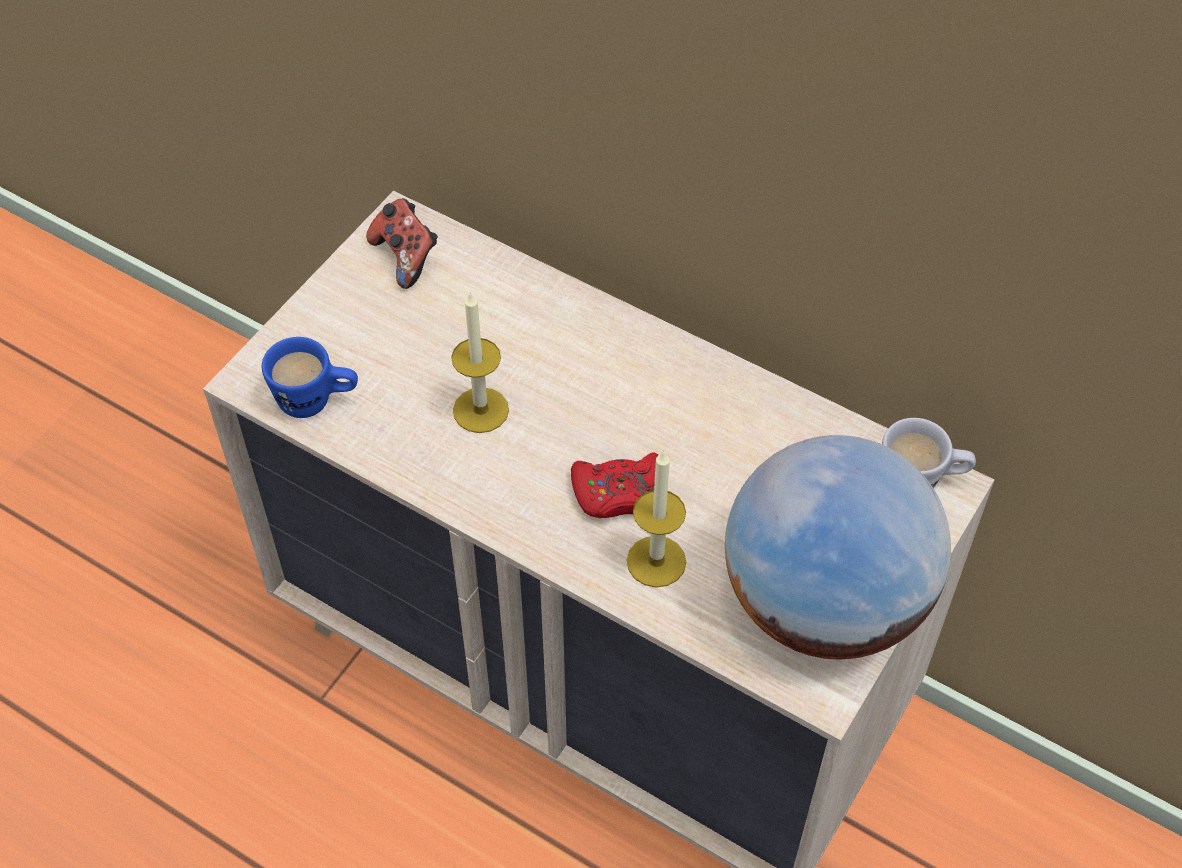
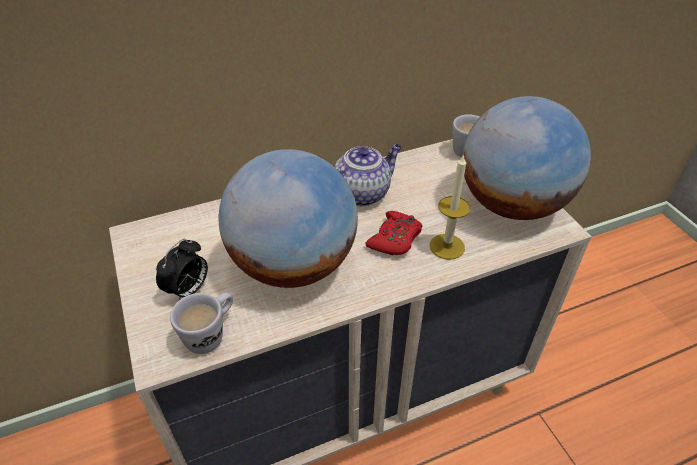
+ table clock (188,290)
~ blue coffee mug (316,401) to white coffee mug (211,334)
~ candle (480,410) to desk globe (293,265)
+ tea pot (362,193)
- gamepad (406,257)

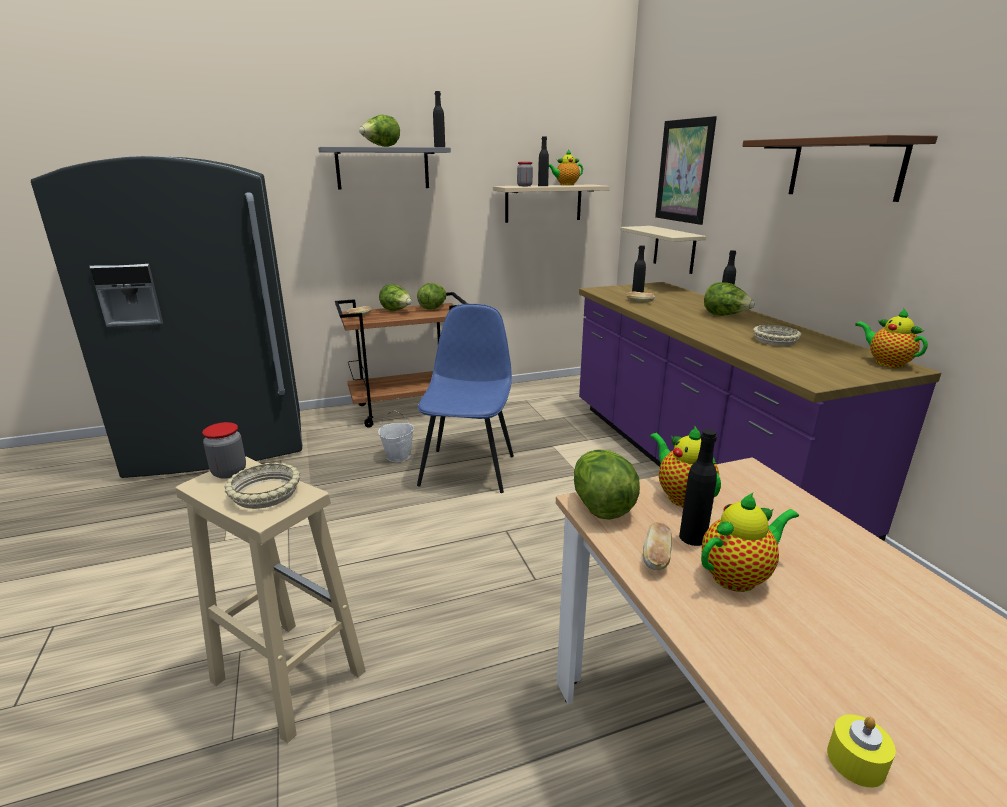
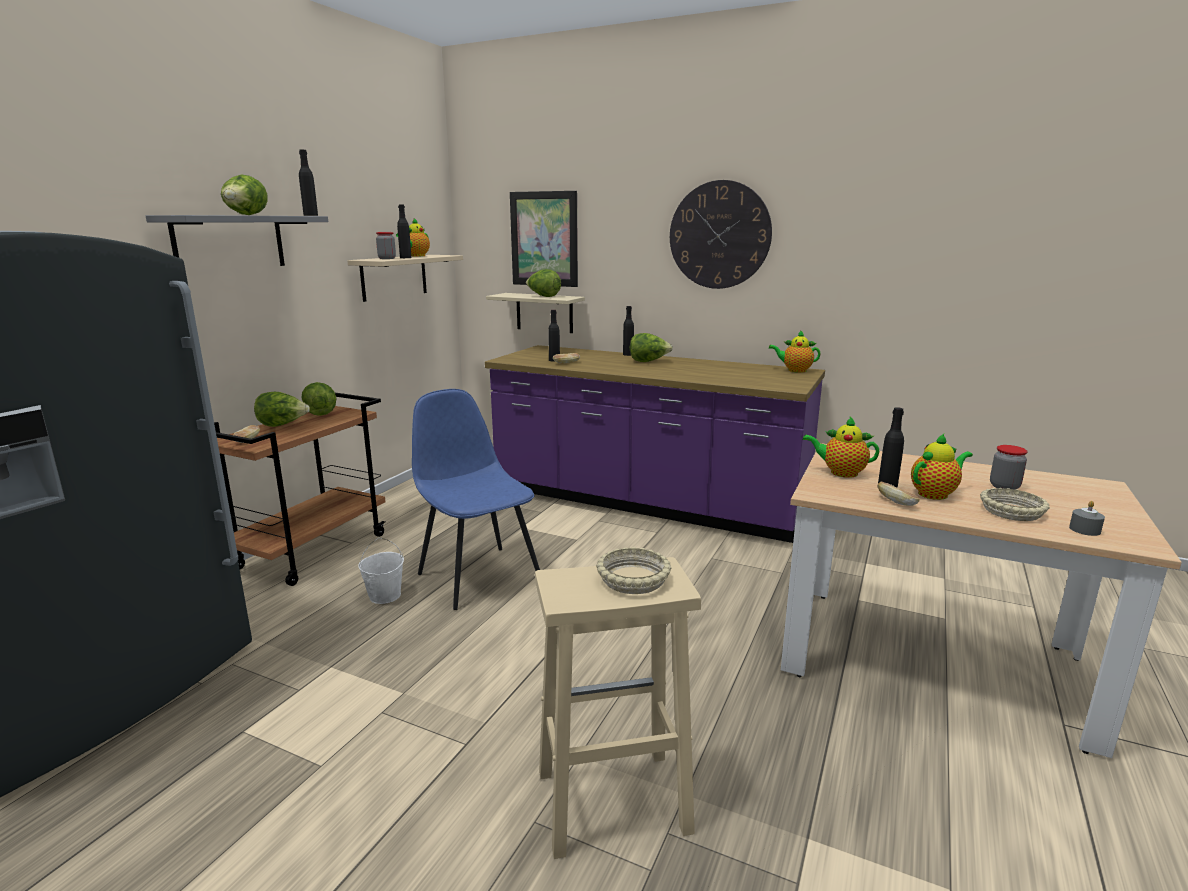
~ lettuce head (601,505) to (543,296)
~ brownish bracket shelf (845,168) to hanging clock (719,235)
~ tea pot (738,576) = (935,494) 45 degrees clockwise
~ beige-coloured serving bowl (775,340) to (1012,511)
~ storage jar (229,472) to (1004,486)
~ yellow candle (856,761) to grey candle (1084,530)

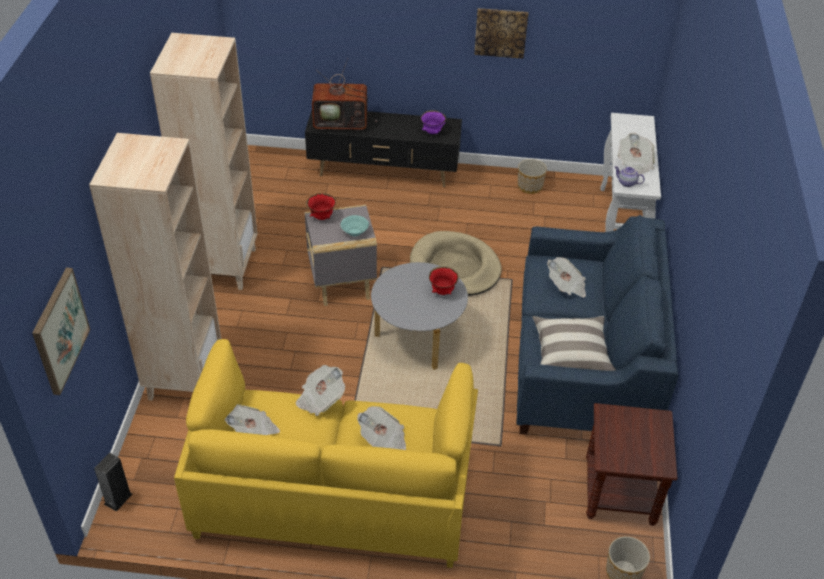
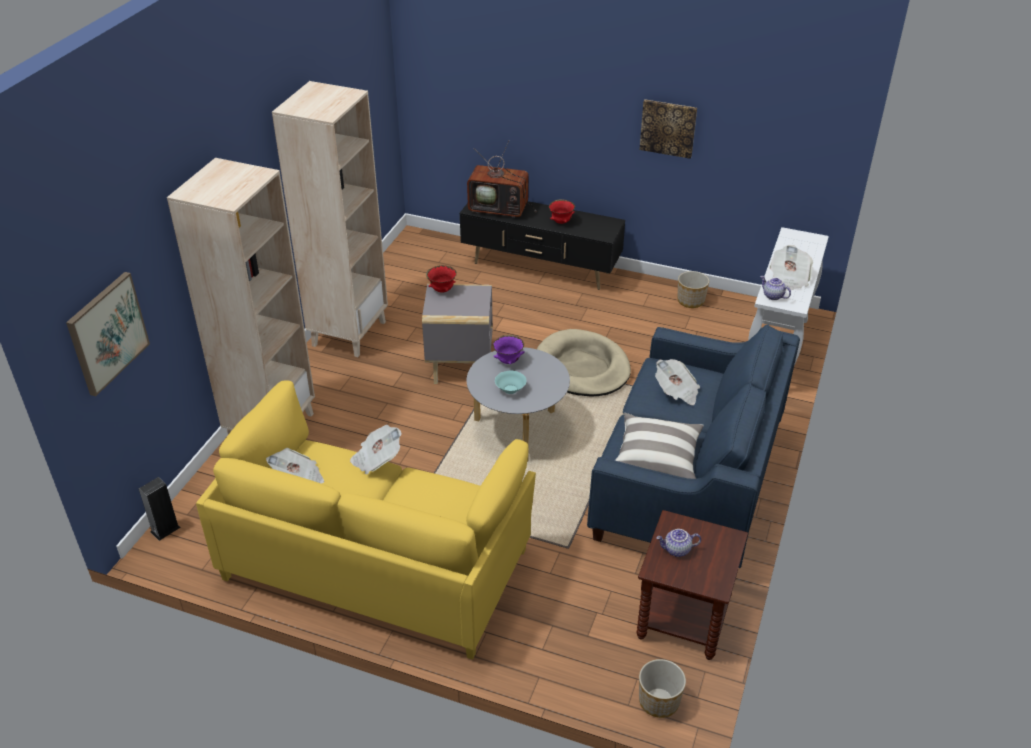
~ purple-coloured serving bowl (432,132) to (508,361)
~ turquoise-coloured serving bowl (355,232) to (511,389)
~ red serving bowl (443,291) to (561,222)
+ tea pot (677,550)
- daily paper (383,439)

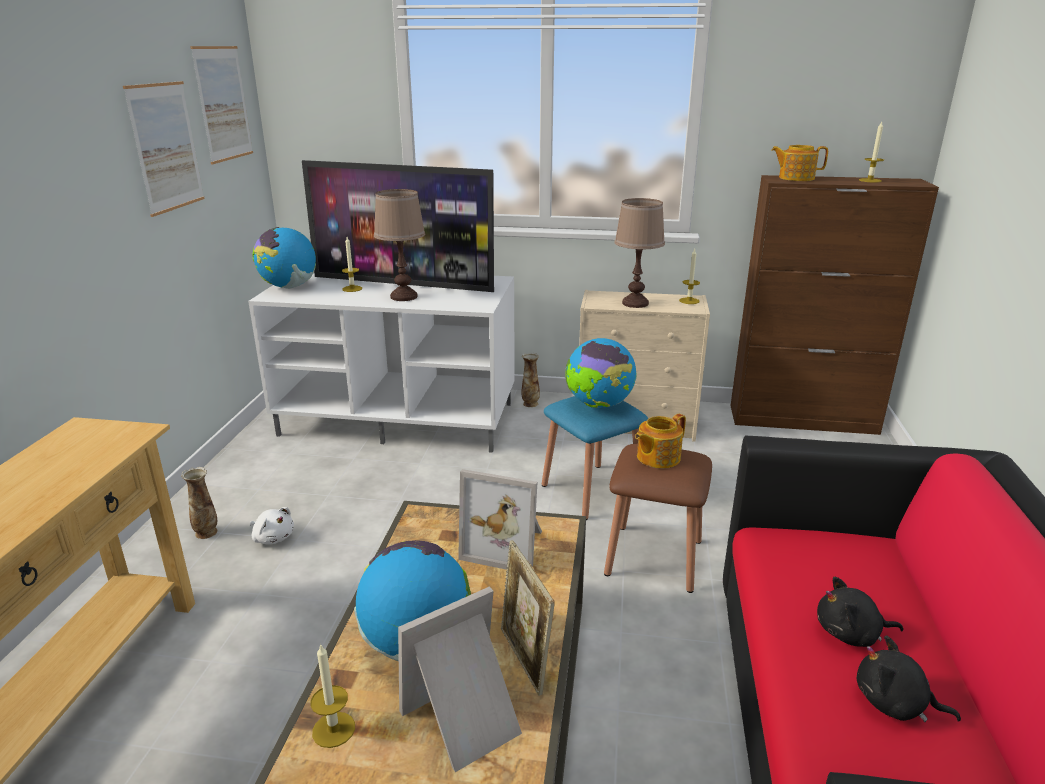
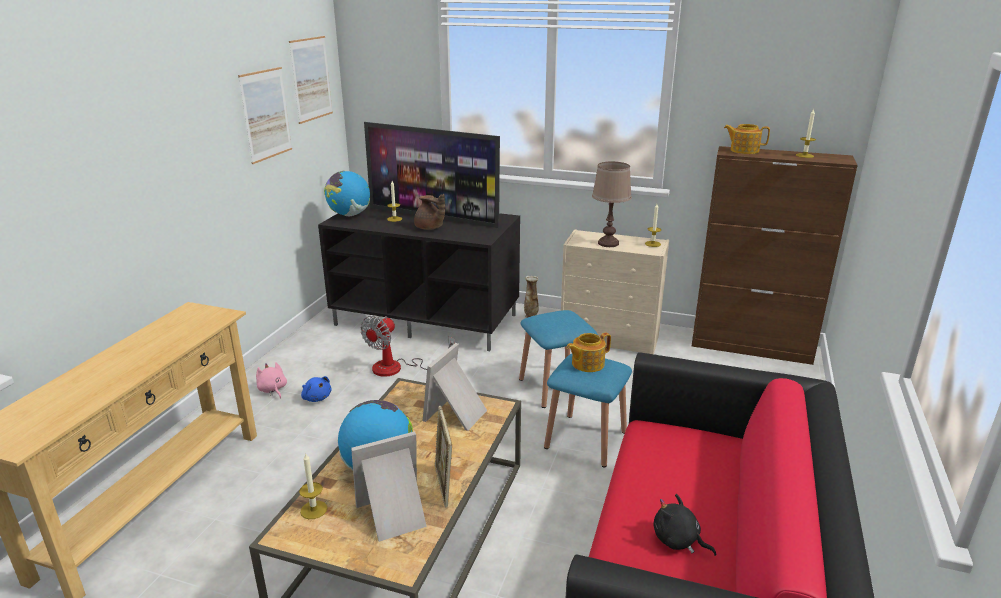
~ flower vase (206,533) to pinkish cuddly toy (272,390)
~ white cuddly toy (273,537) to blue cuddly toy (316,397)
~ white tv unit (400,418) to blackish tv unit (427,319)
+ electric fan (398,368)
~ brownish tabletop lamp (404,297) to brownish tea pot (430,228)
~ standing frame (506,545) = (457,414) 90 degrees clockwise
~ brownish stool (654,557) to blue stool (586,439)
- desk globe (599,405)
- blackish cuddly toy (851,634)

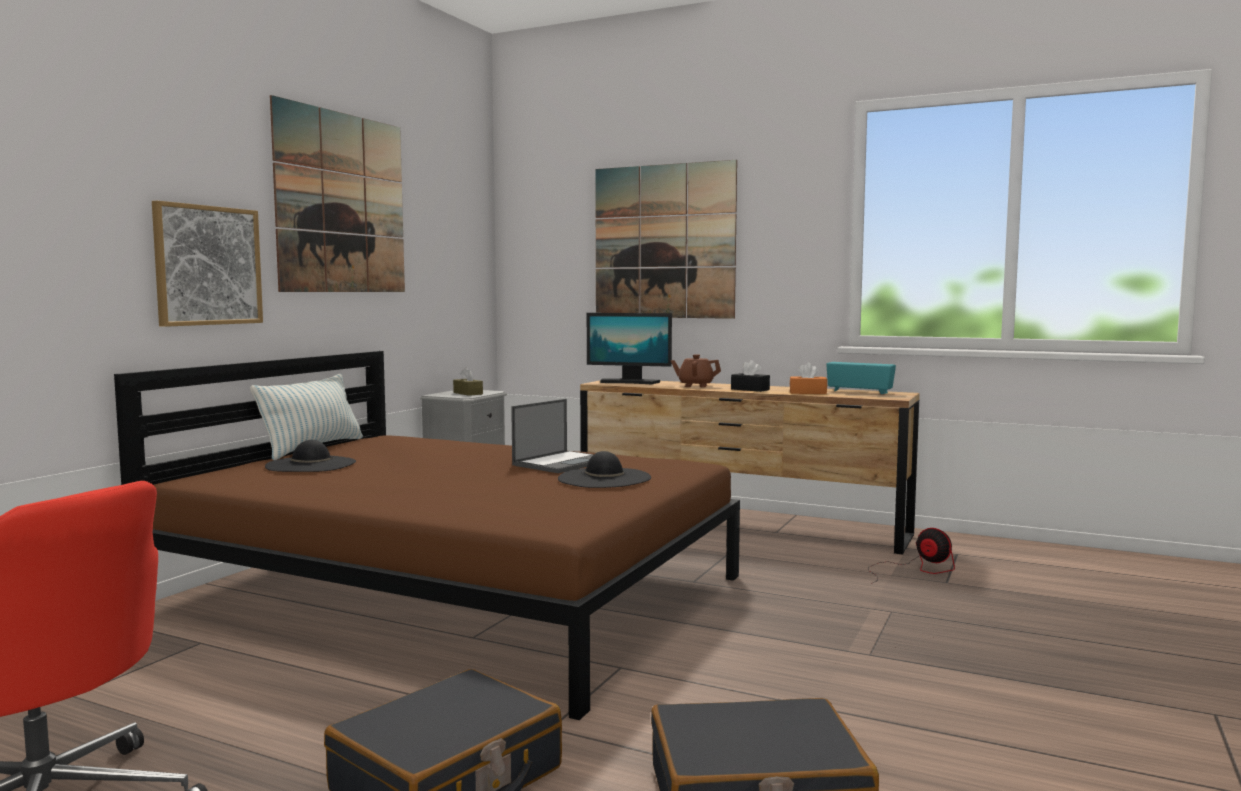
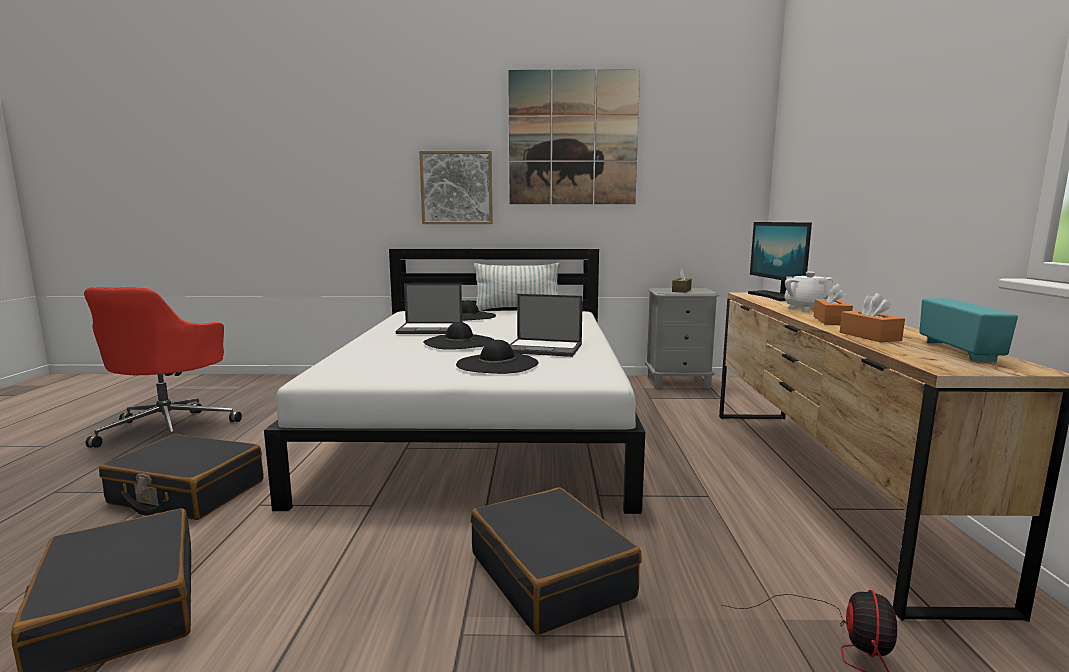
~ brownish sleeping bed (453,593) to white sleeping bed (483,423)
+ laptop (431,329)
+ blackish hat (459,342)
+ blackish piece of luggage (551,575)
~ brownish tea pot (695,386) to white tea pot (806,309)
~ blackish tissue box (750,389) to orange-coloured tissue box (831,321)
- wall art (664,241)

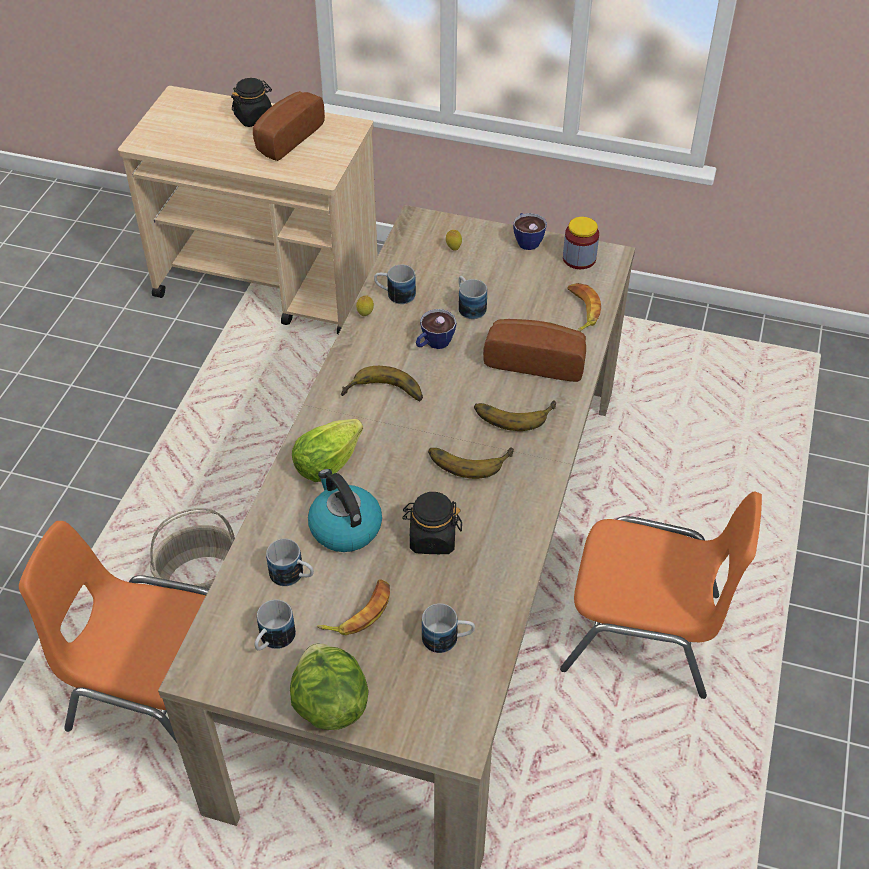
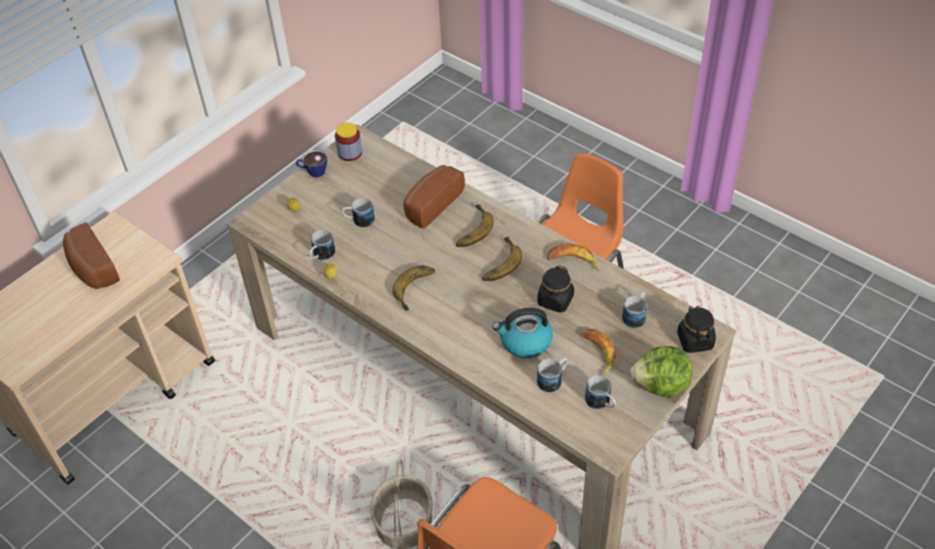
~ banana fruit (581,310) to (572,261)
~ blackish storage jar (254,118) to (695,340)
- lettuce head (327,464)
- small cup (433,344)

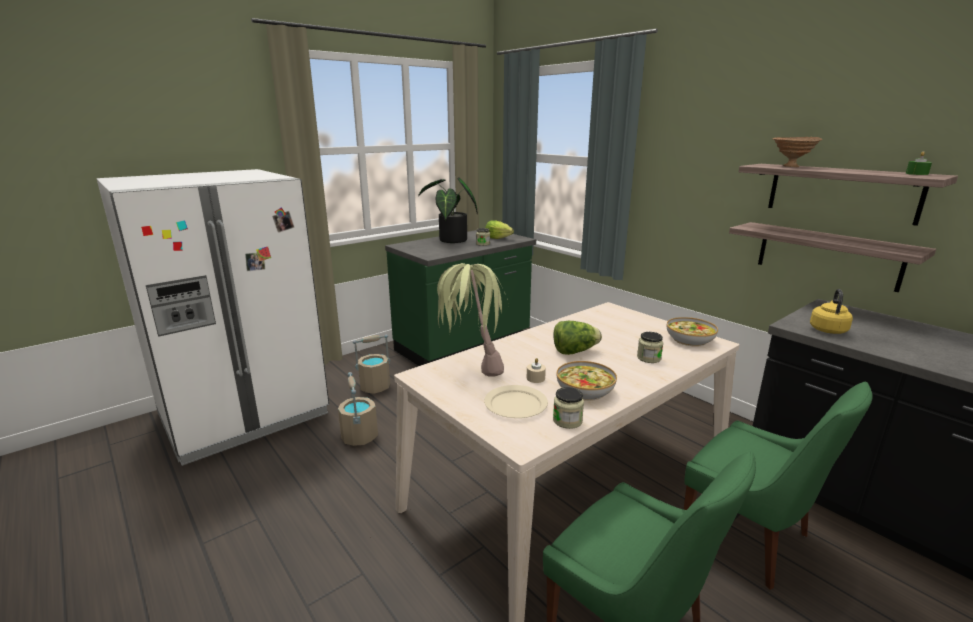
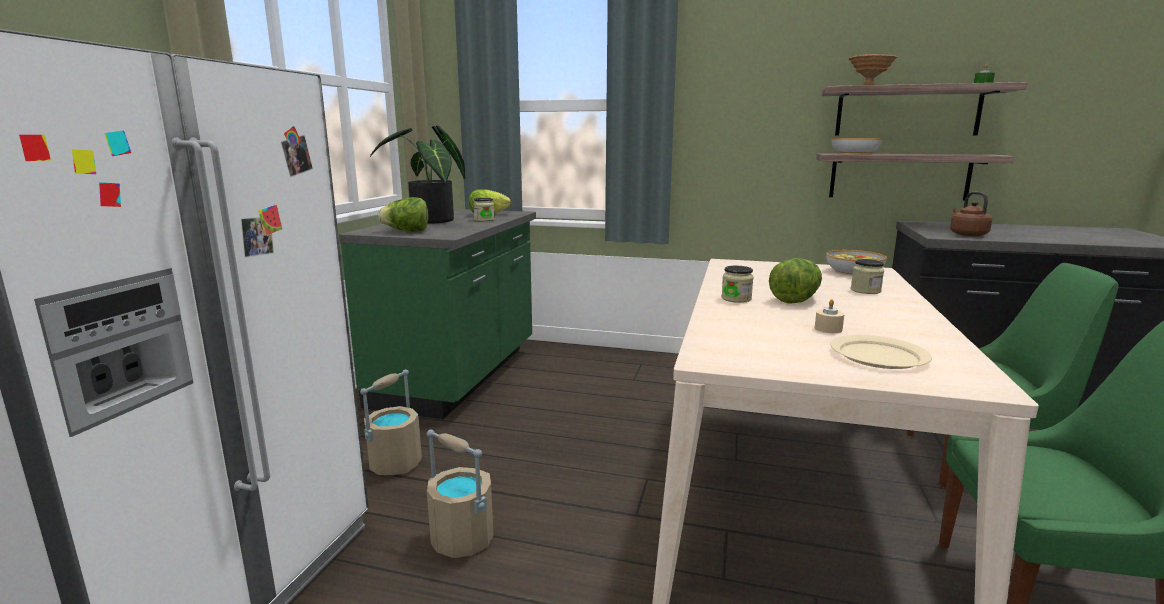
+ lettuce head (407,231)
~ storage jar (567,420) to (736,299)
~ serving bowl (584,390) to (854,153)
~ yellow tea kettle (827,329) to brownish tea kettle (967,234)
- houseplant (471,367)

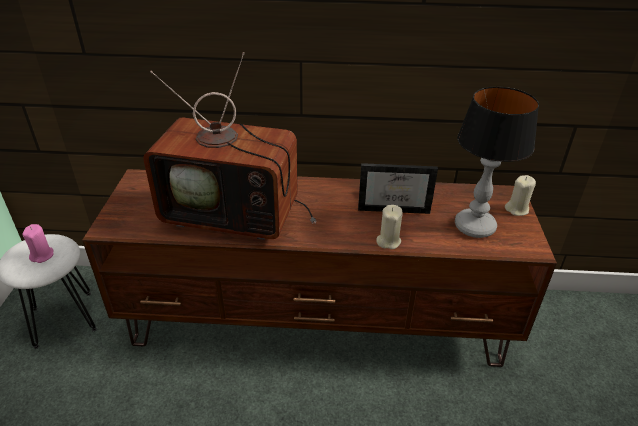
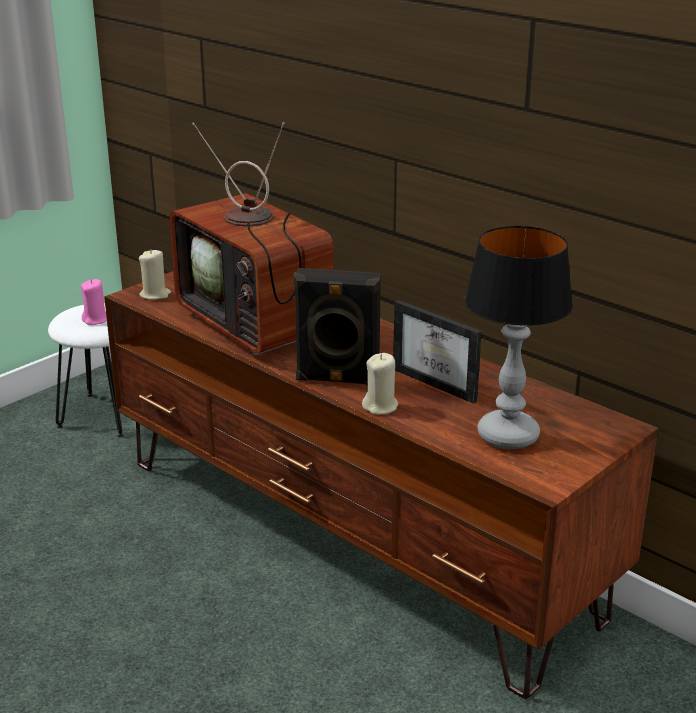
~ beige-coloured candle (517,209) to (155,295)
+ blackish audio speaker (337,380)

